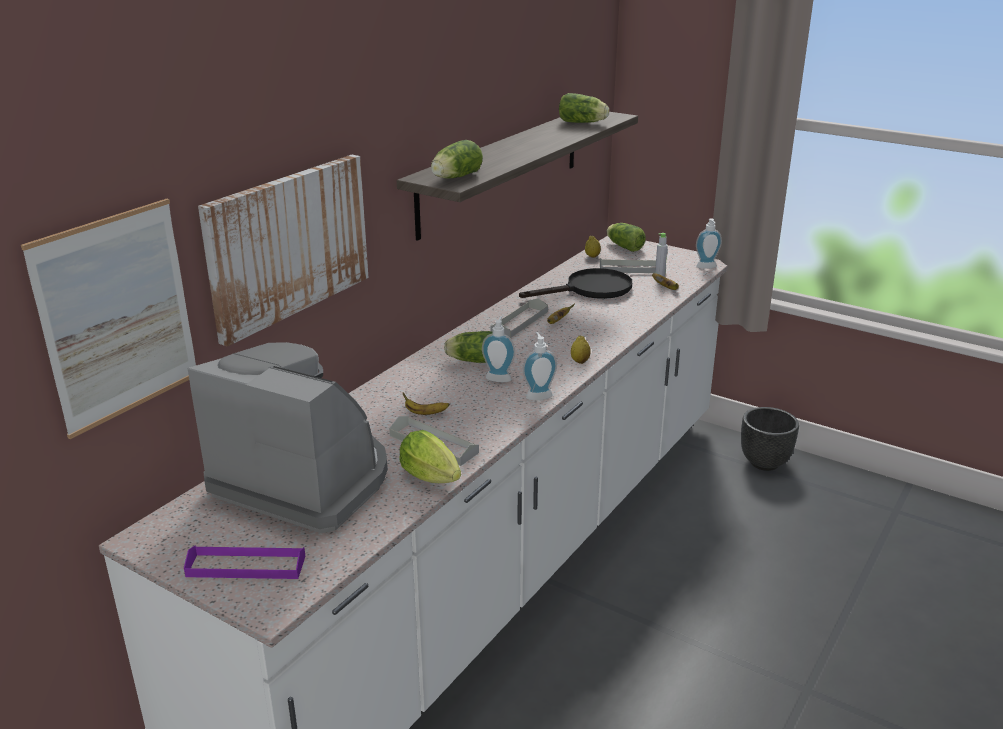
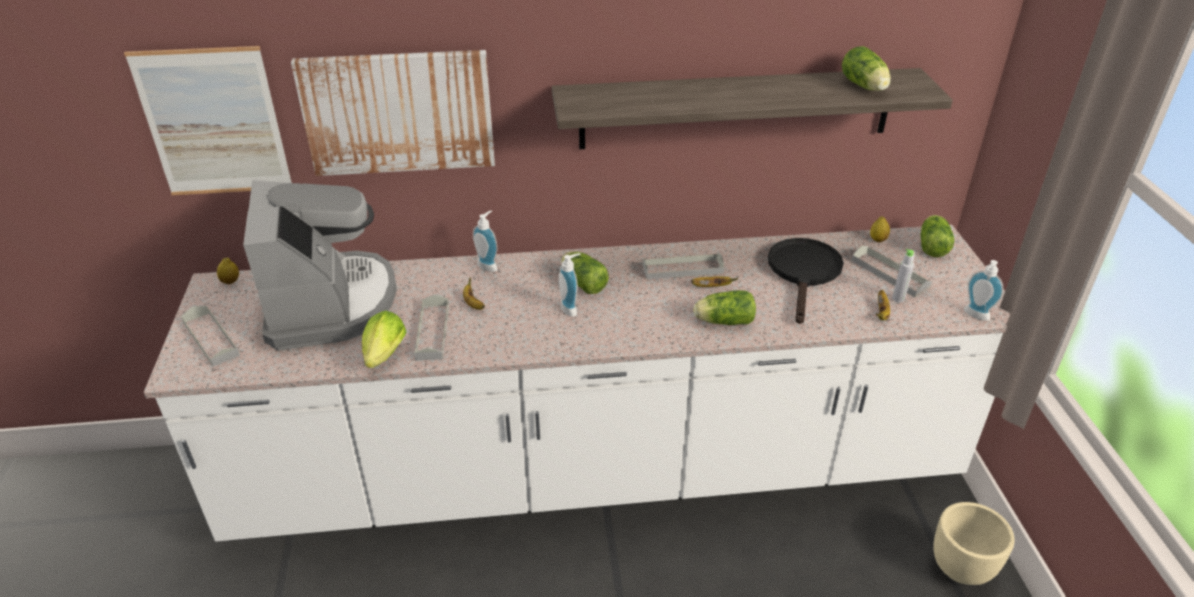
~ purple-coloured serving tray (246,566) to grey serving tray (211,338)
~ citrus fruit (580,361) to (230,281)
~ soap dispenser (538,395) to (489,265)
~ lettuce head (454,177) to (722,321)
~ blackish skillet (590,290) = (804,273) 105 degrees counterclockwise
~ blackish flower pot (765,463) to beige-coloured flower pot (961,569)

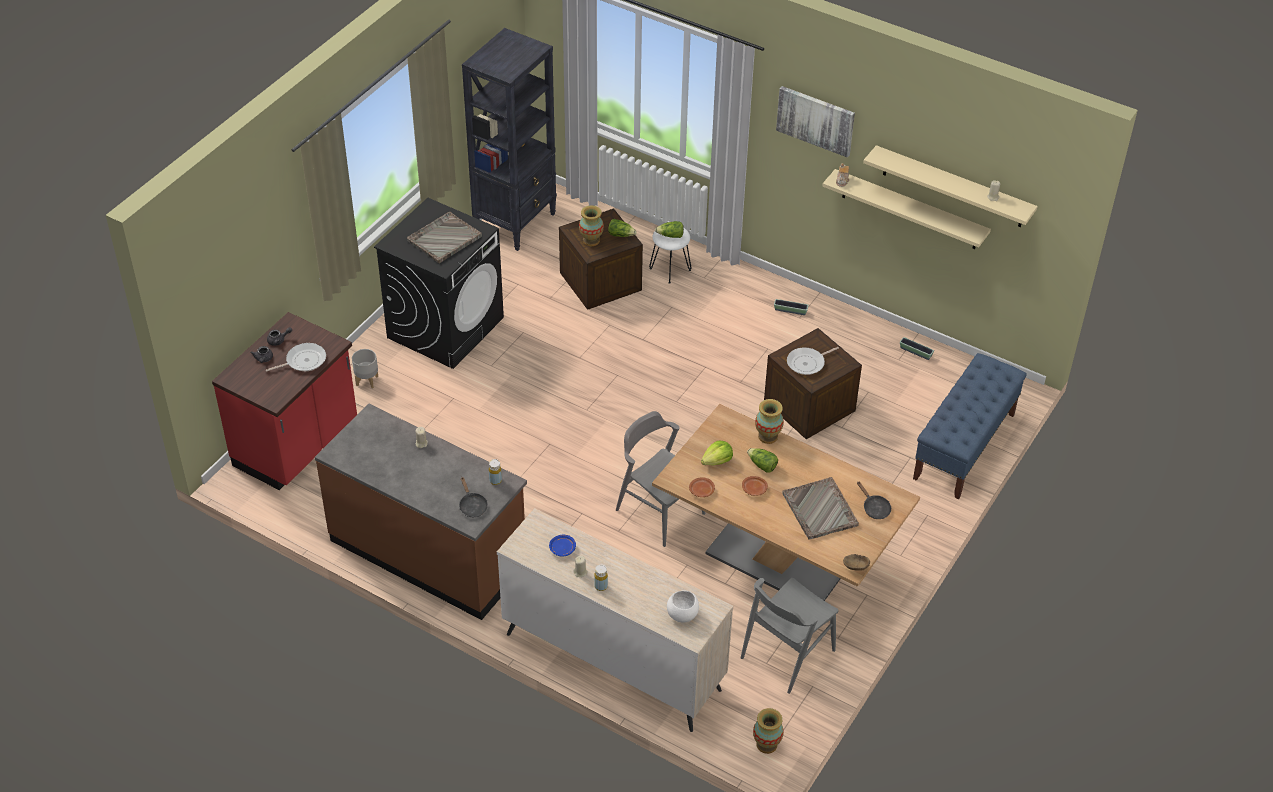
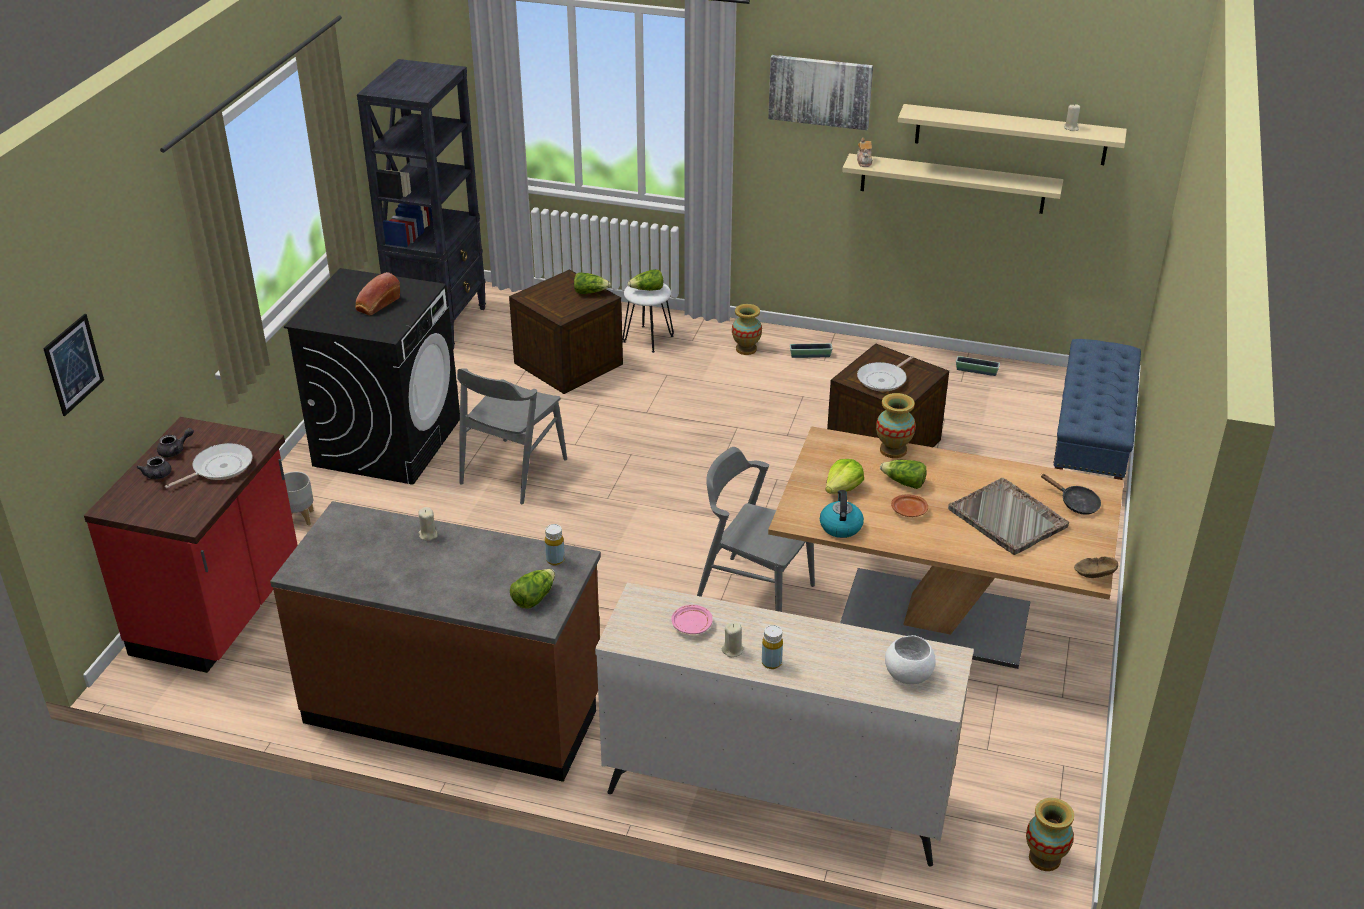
+ wall art (73,364)
~ grey serving tray (444,239) to bakery bread (377,305)
~ grey upright chair (787,654) to (513,471)
~ blackish skillet (472,506) to lettuce head (533,597)
~ blue flat dish (562,548) to pinkish flat dish (691,625)
~ flower vase (591,240) to (746,349)
~ brownish flat dish (701,491) to tea kettle (840,526)

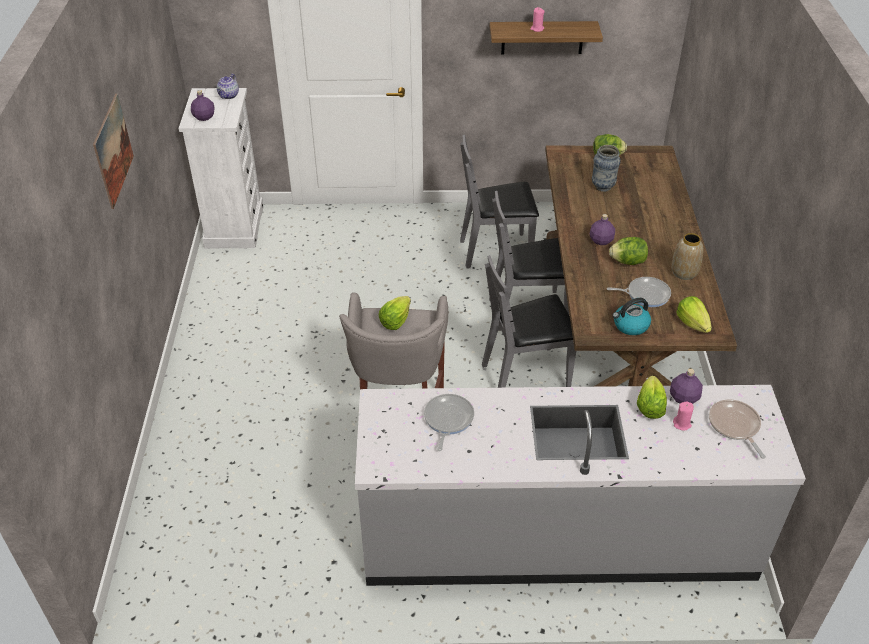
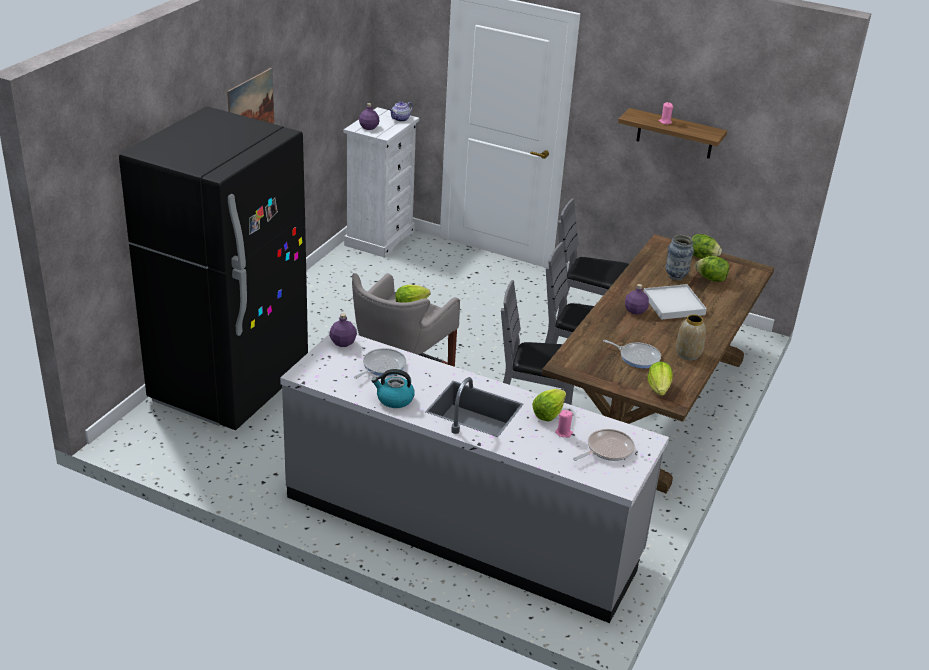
+ blackish fridge (230,386)
~ purple-coloured drink bottle (684,398) to (343,343)
~ tea kettle (630,325) to (394,399)
~ skillet (735,426) = (607,450) 45 degrees clockwise
+ white serving tray (673,304)
~ lettuce head (628,261) to (711,279)

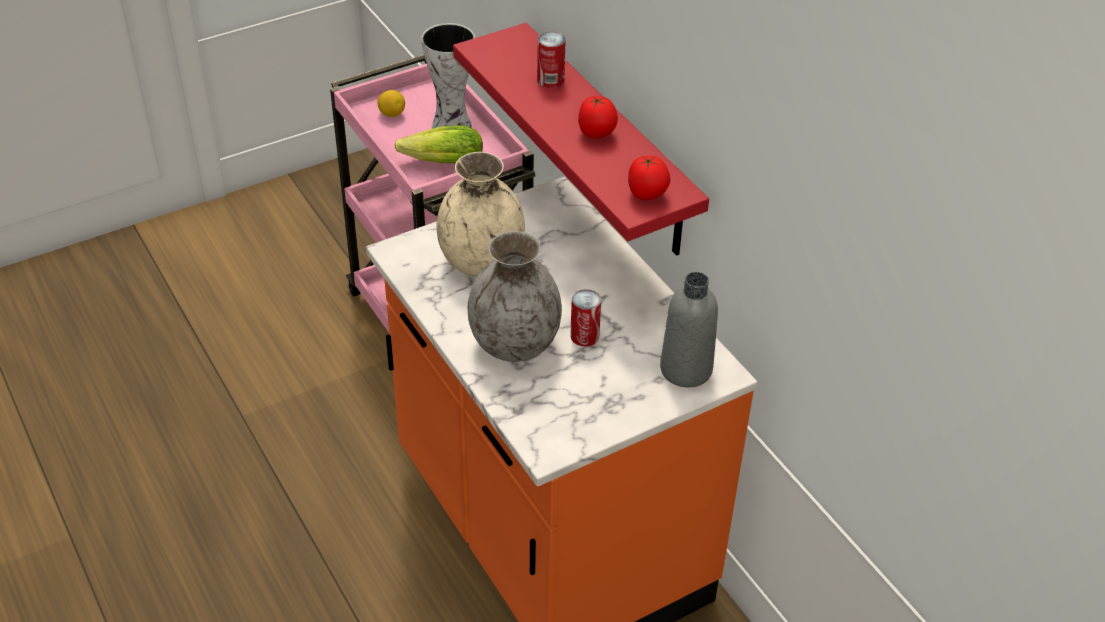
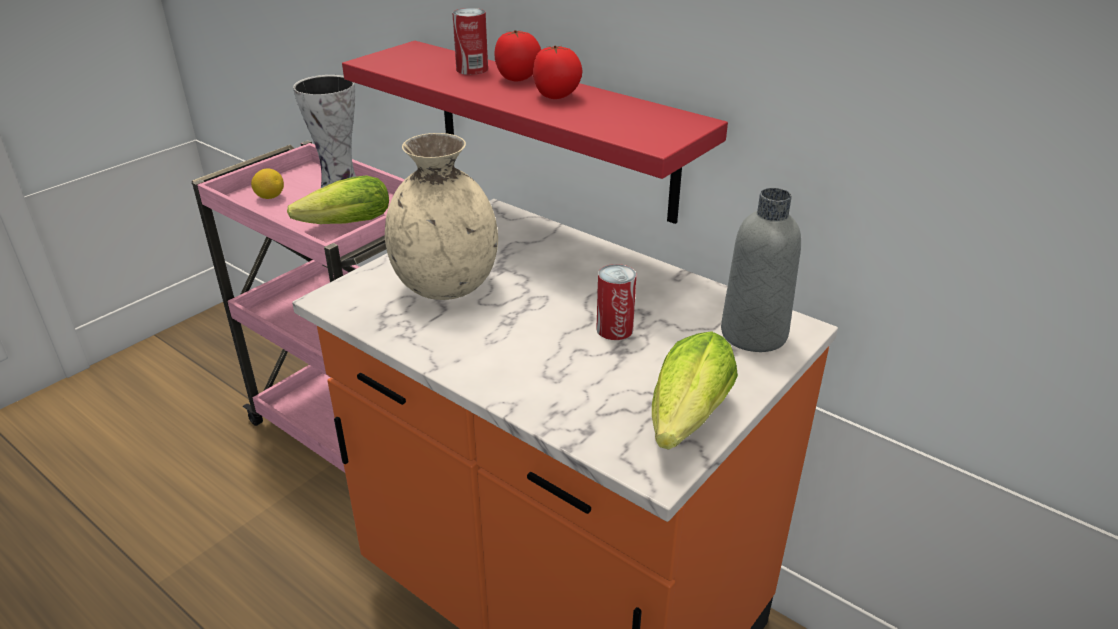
~ whole tomato (647,194) to (518,78)
+ lettuce head (684,422)
- grey flower vase (515,345)

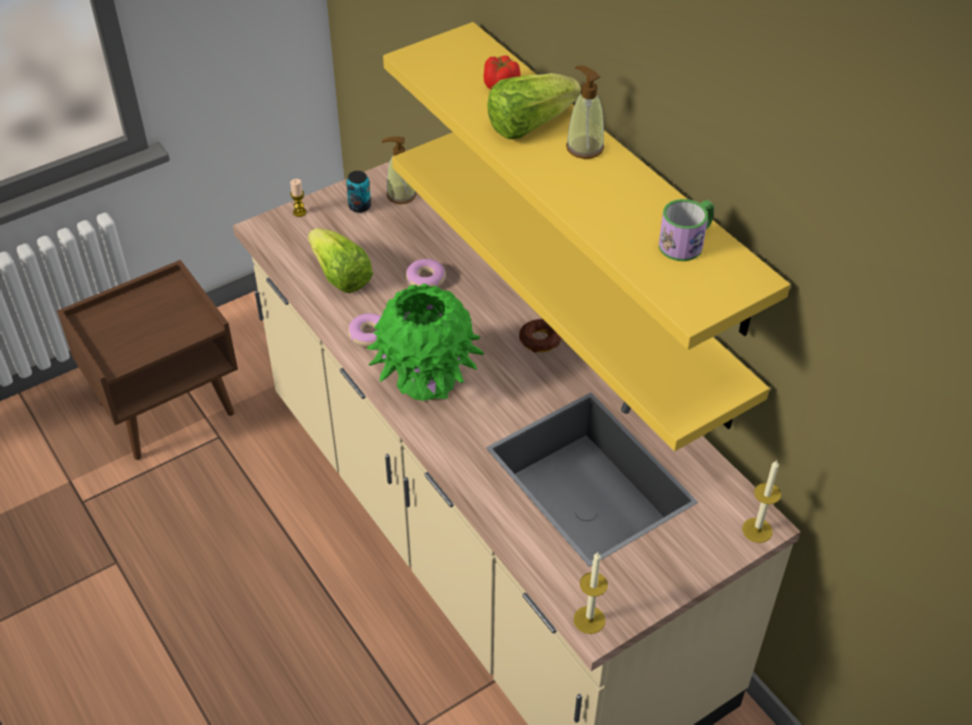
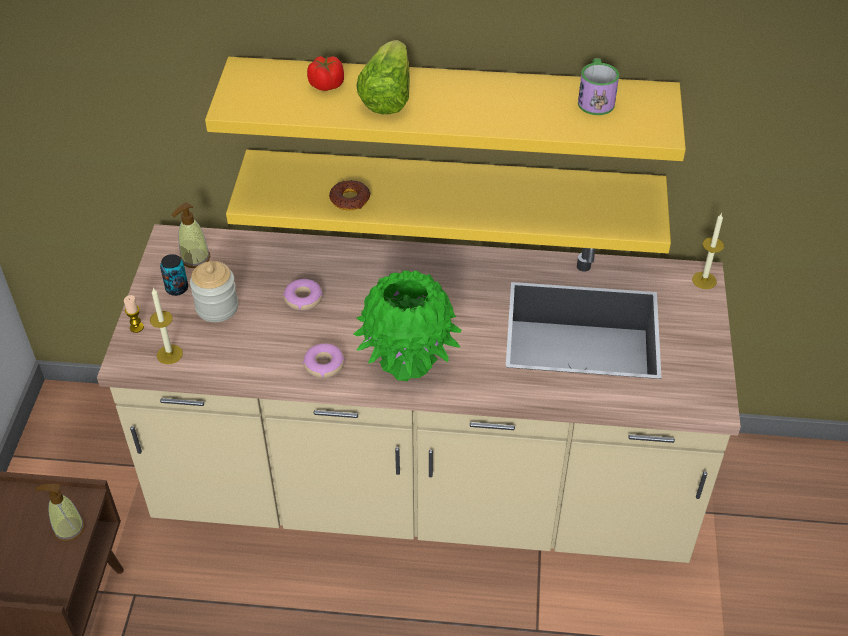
~ soap dispenser (584,147) to (68,528)
~ candle (589,620) to (169,354)
+ storage jar (217,307)
~ donut (540,340) to (350,199)
- lettuce head (340,276)

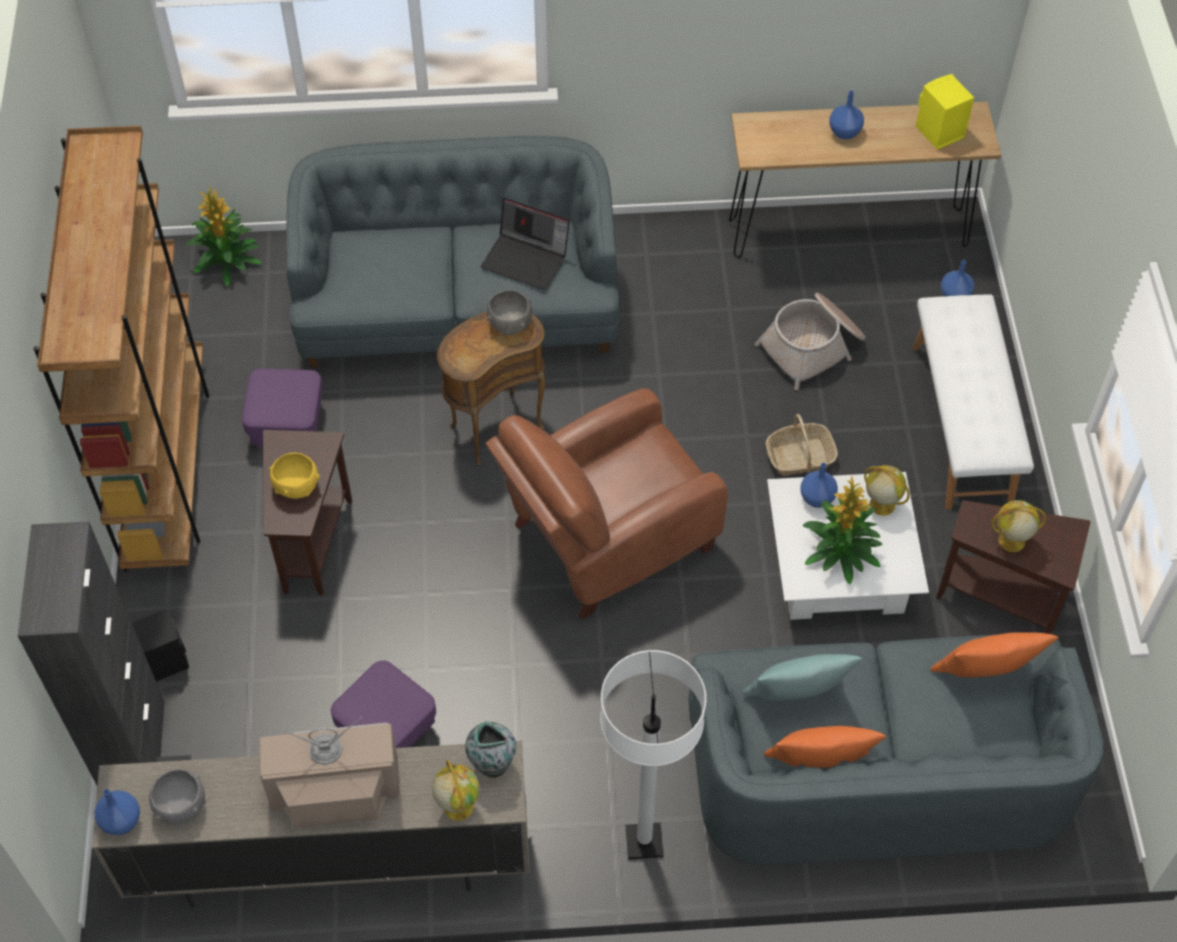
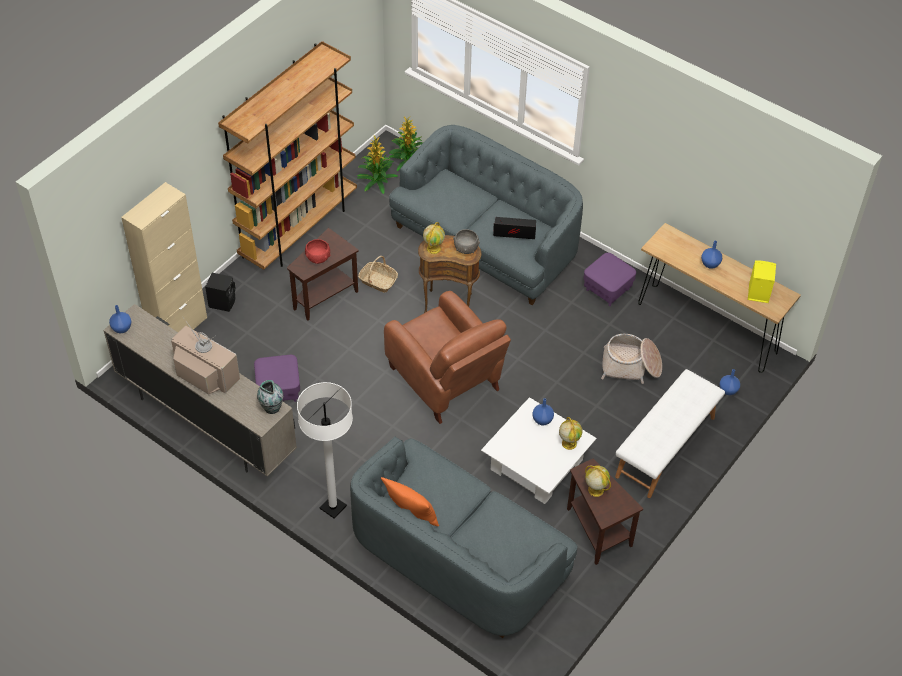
~ blackish storage cabinet (136,752) to beige-coloured storage cabinet (178,329)
~ yellow serving bowl (296,486) to red serving bowl (318,258)
~ houseplant (839,551) to (376,180)
~ storage basket (800,457) to (378,281)
~ brownish lounge chair (606,539) = (446,381) 135 degrees counterclockwise
~ desk globe (458,805) to (433,248)
~ laptop (527,259) = (513,231) 120 degrees clockwise
~ purple-coloured pouffe (287,425) to (607,289)
- grey serving bowl (181,806)
- turquoise-coloured cushion (796,699)
- orange-coloured cushion (984,677)

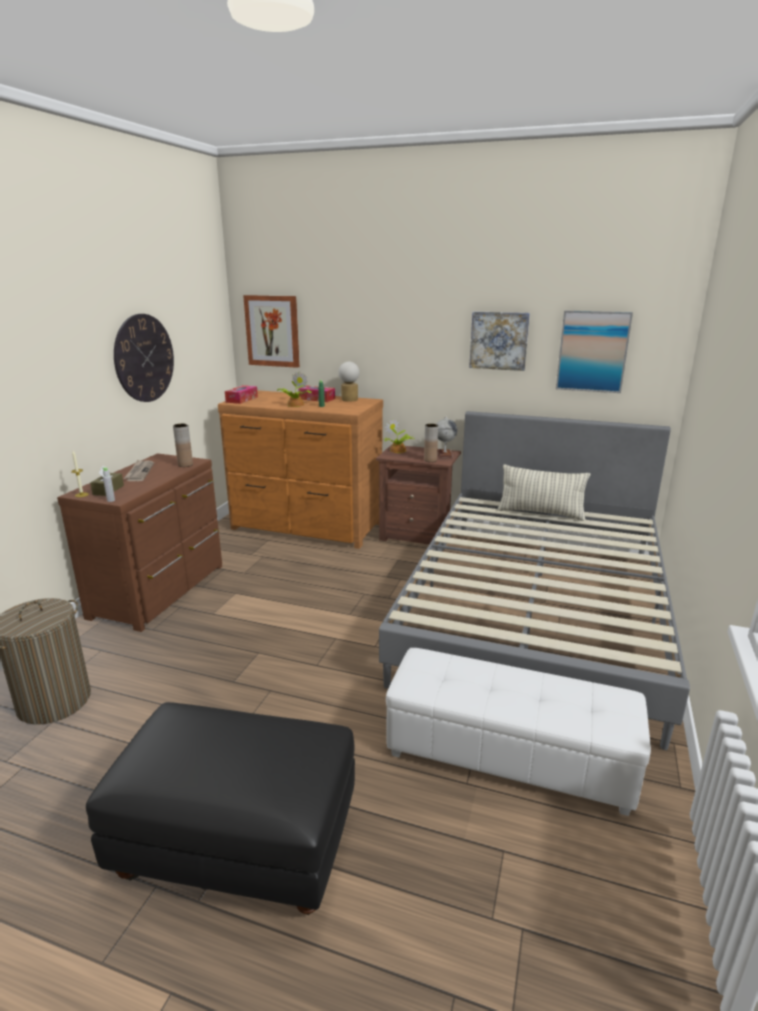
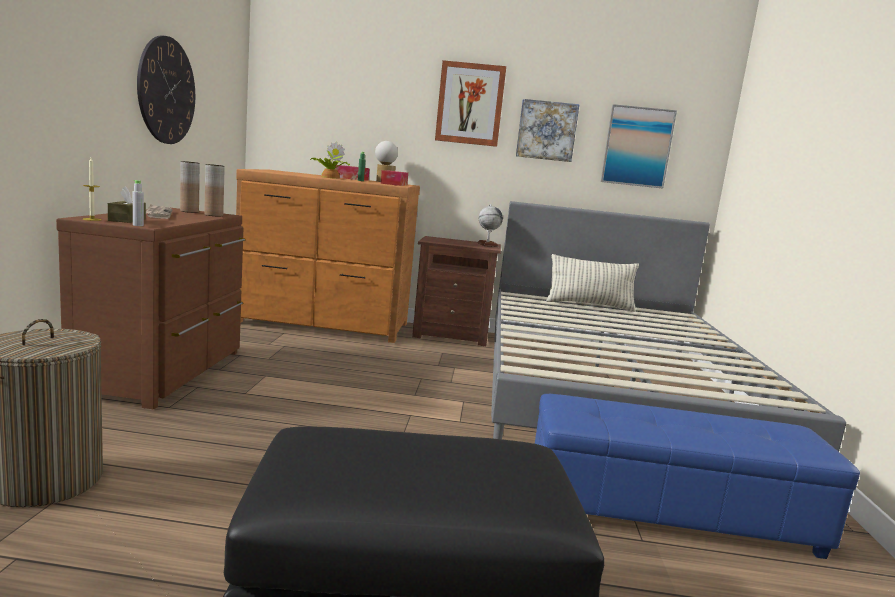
~ brownish flower vase (430,460) to (189,211)
~ tissue box (242,399) to (394,184)
~ wall art (272,331) to (470,104)
~ white pouffe (509,755) to blue pouffe (670,512)
- houseplant (398,451)

